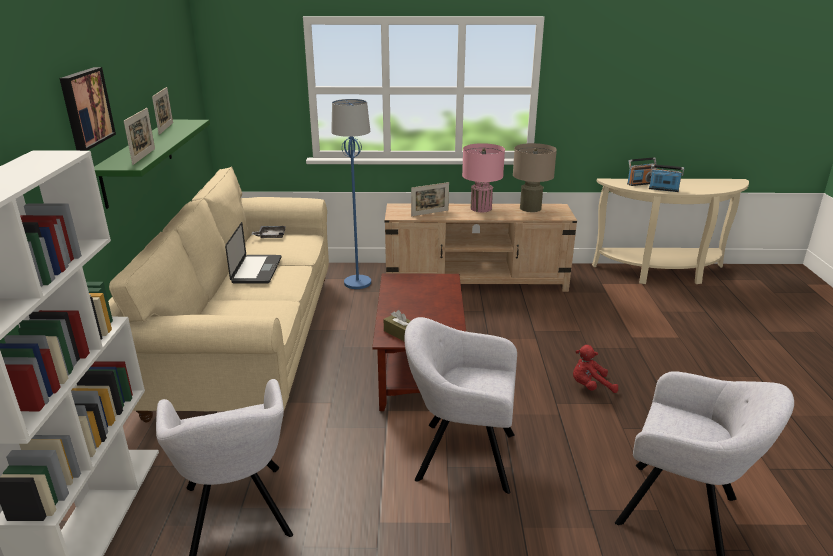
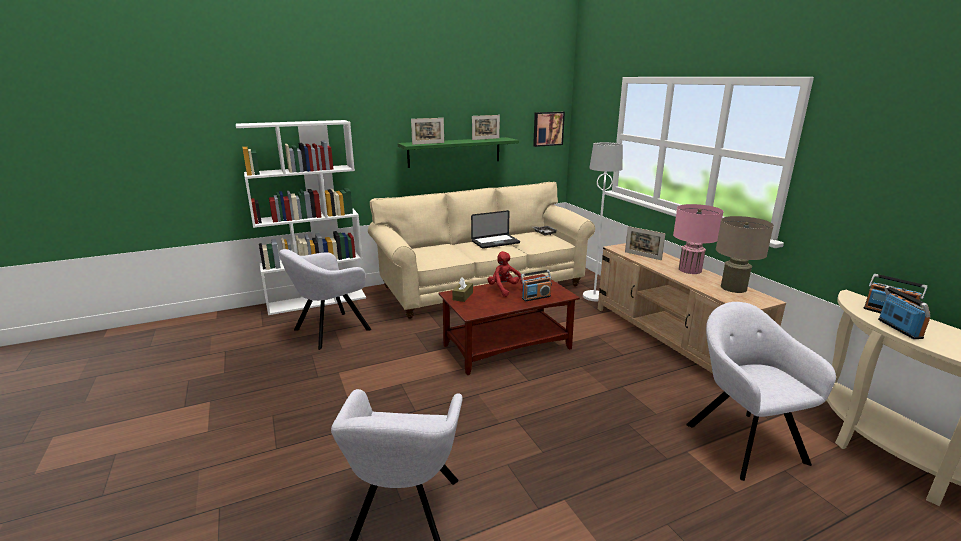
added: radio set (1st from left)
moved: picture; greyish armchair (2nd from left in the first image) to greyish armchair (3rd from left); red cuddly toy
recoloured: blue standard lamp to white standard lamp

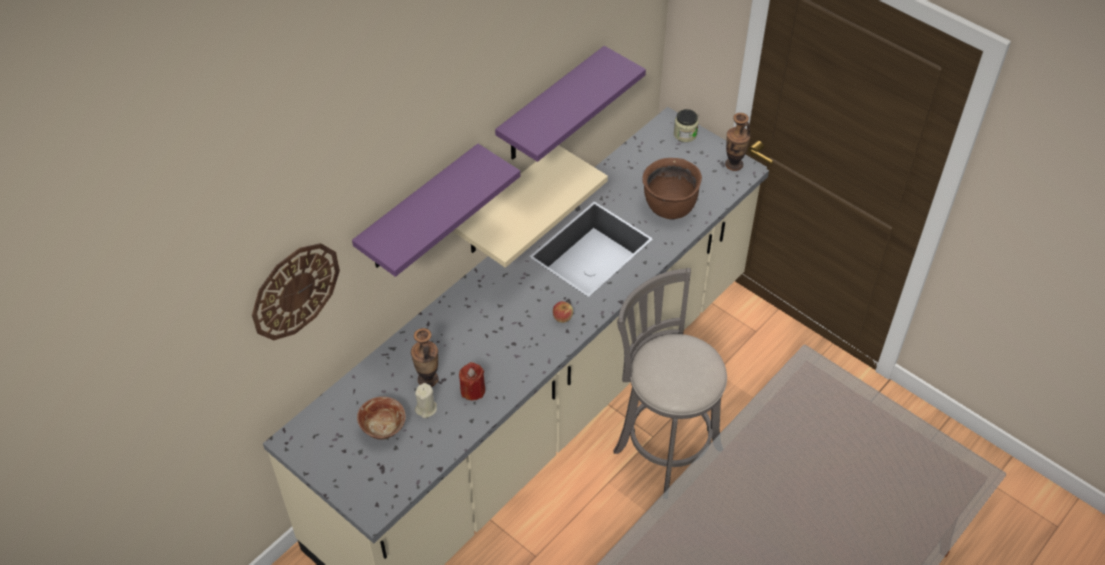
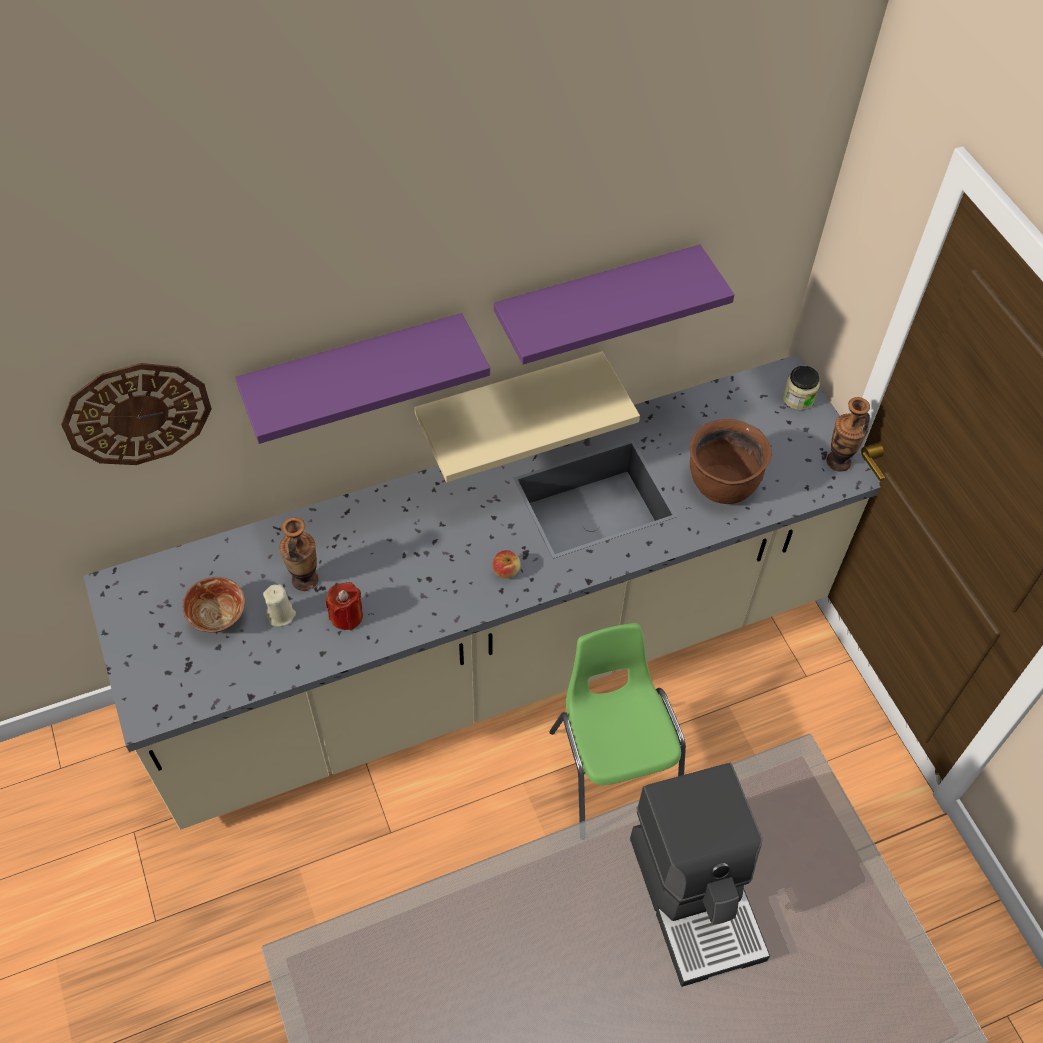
added: coffee machine
replaced: greyish stool seat to green plain chair

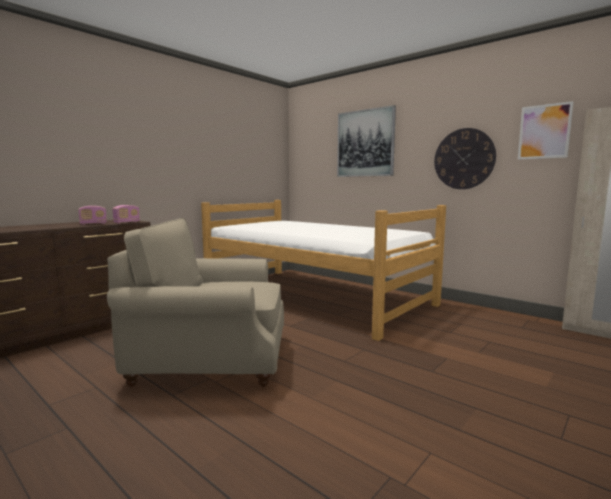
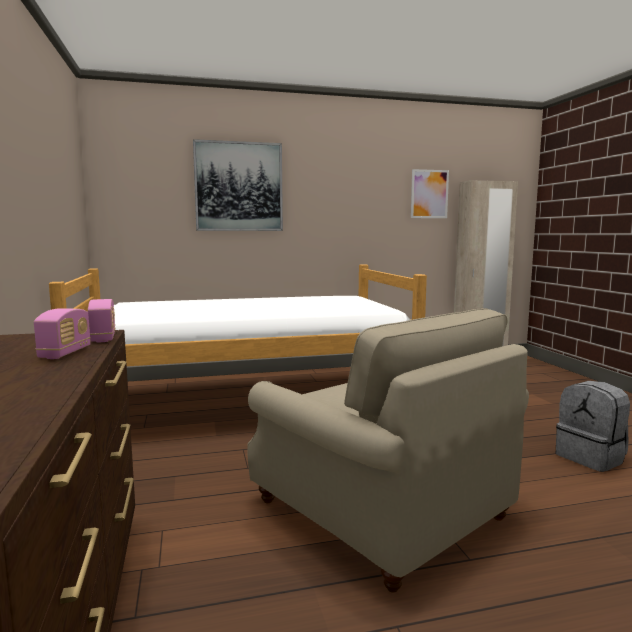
removed: hanging clock
added: greyish rucksack
turned: sand-coloured armchair 75 degrees counterclockwise

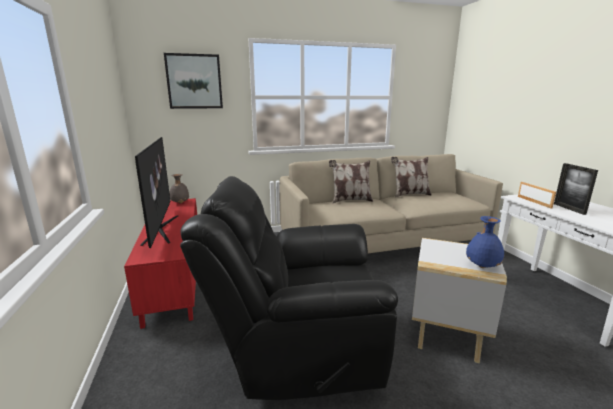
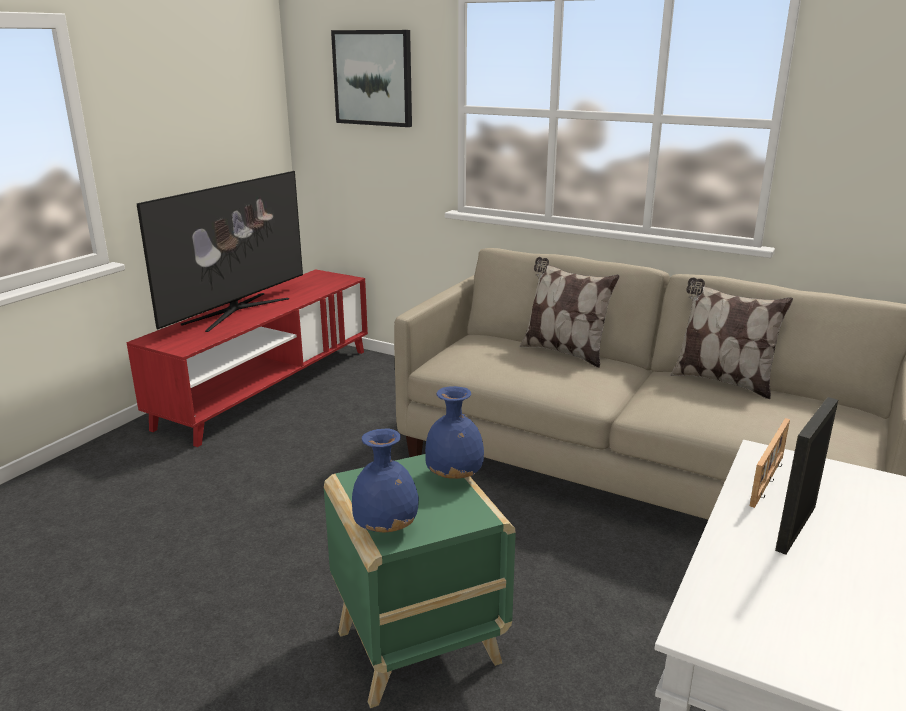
removed: greyish flower vase; black armchair
added: blue flower vase (2nd from left)
recoloured: white side table to green side table

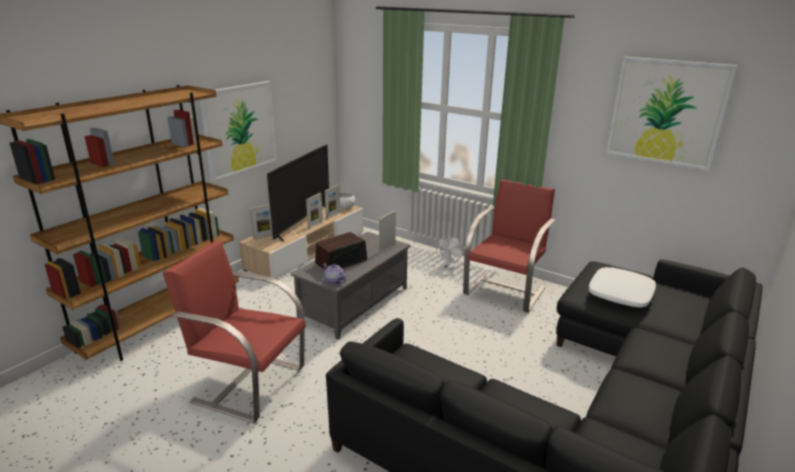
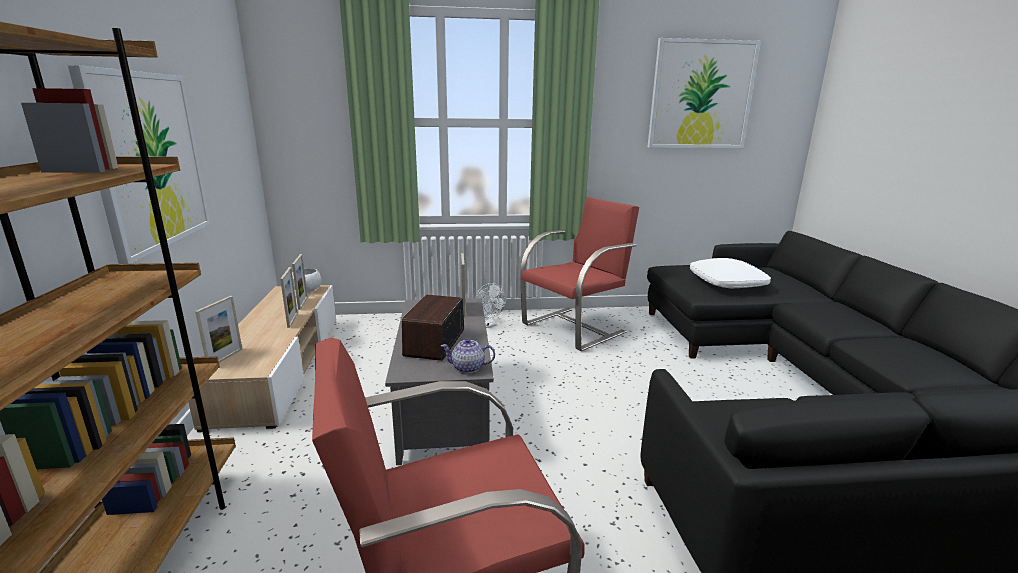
removed: television
turned: red armchair (2nd from left) 60 degrees clockwise

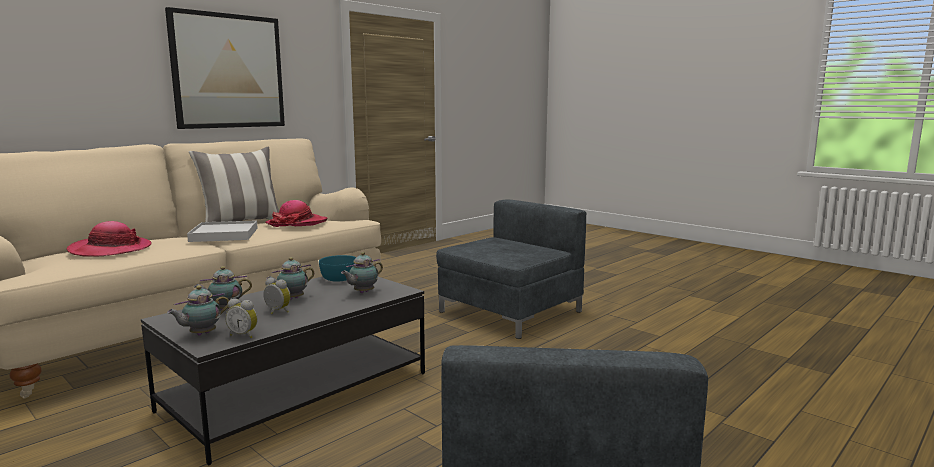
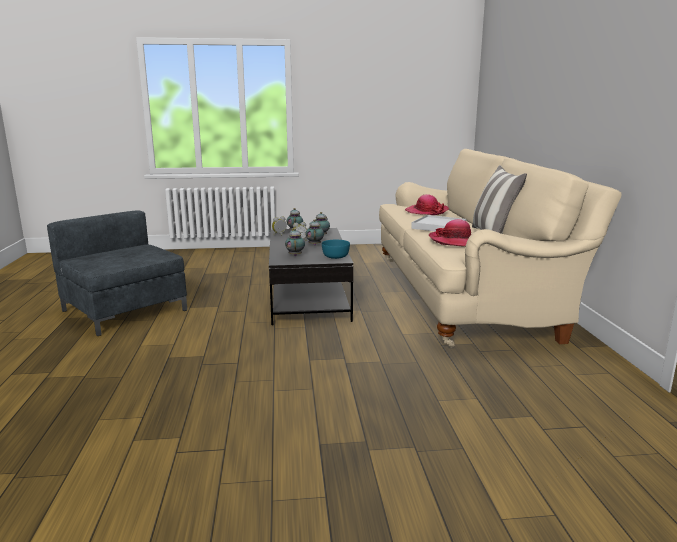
removed: picture; greyish armchair (1st from left)

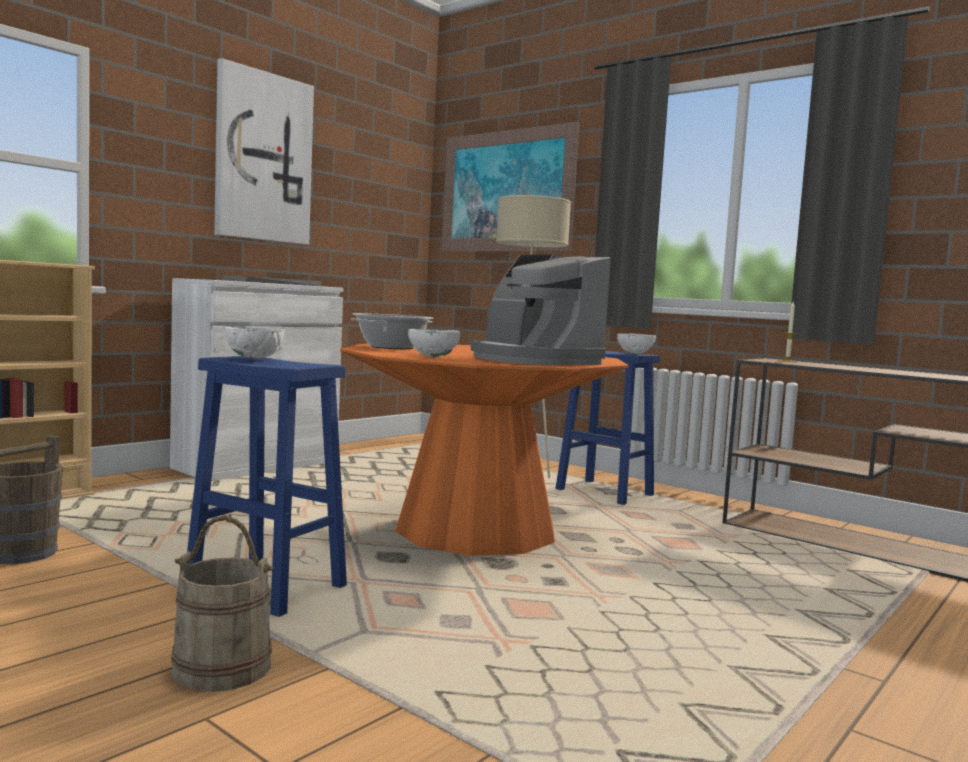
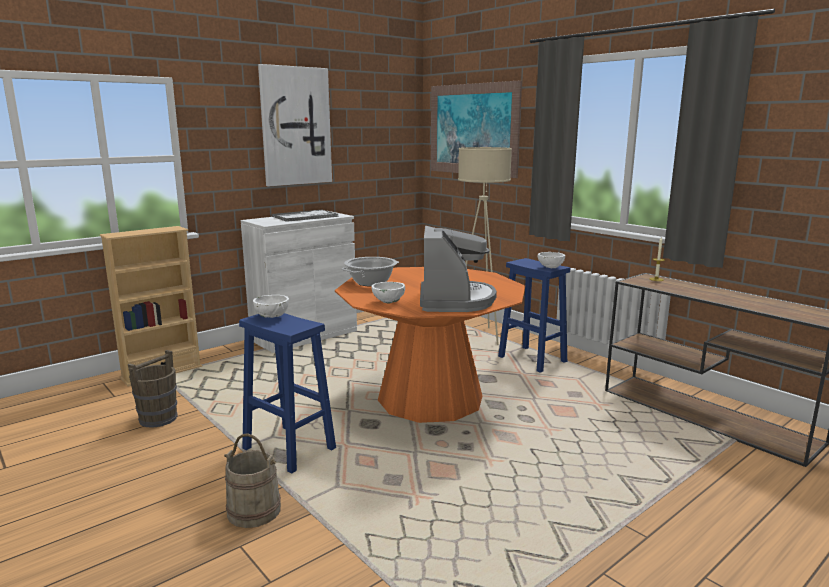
turned: coffee machine 150 degrees counterclockwise

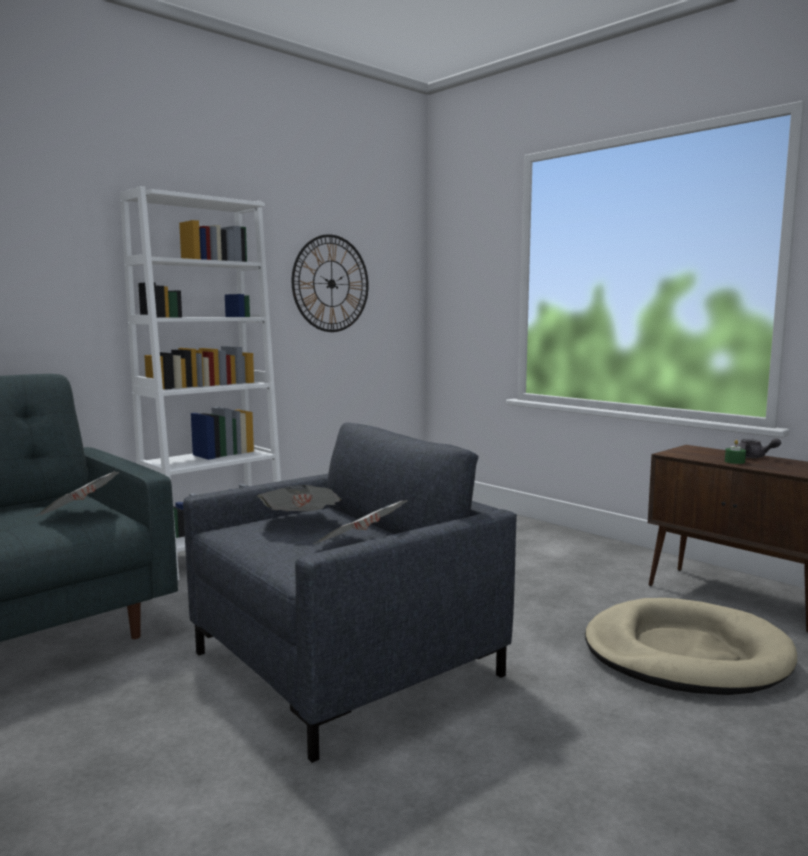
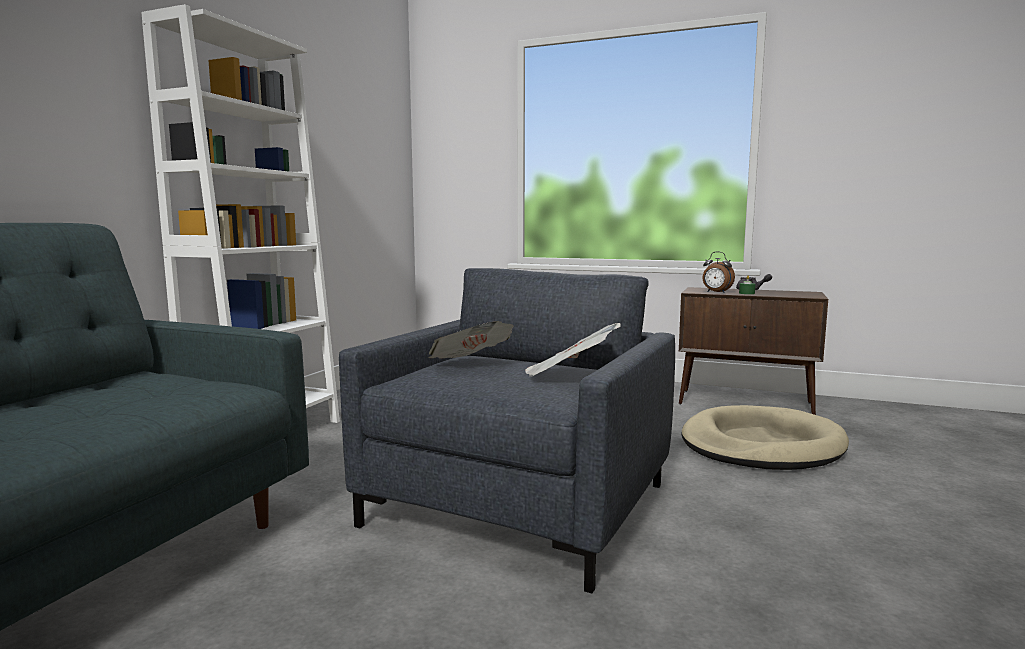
removed: newspaper (1st from left); hanging clock
added: bedside clock

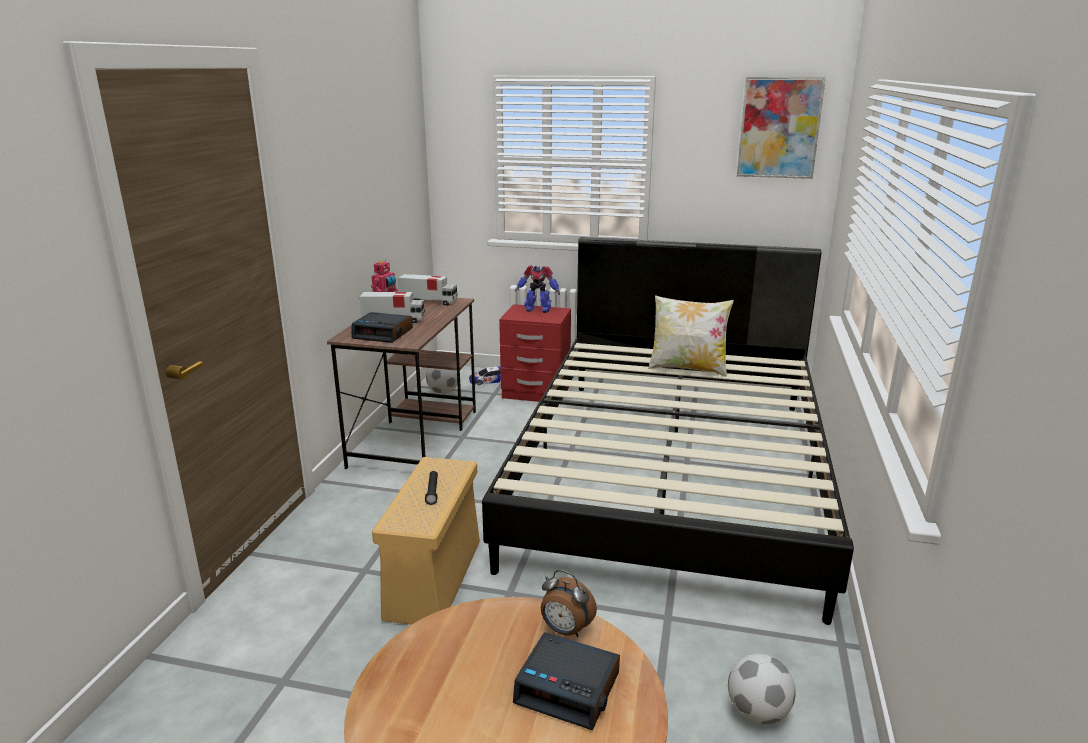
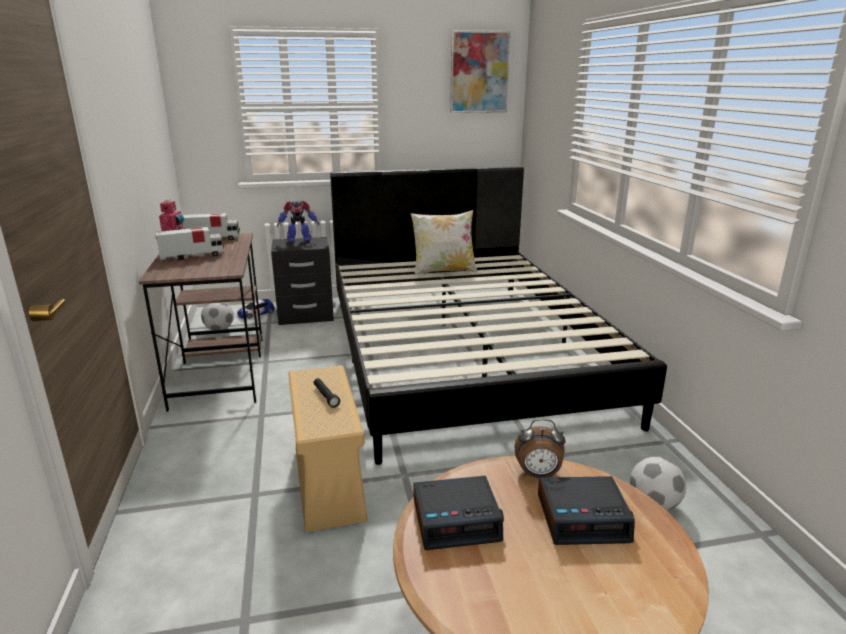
moved: bedside clock (1st from left)
recoloured: red night table to black night table

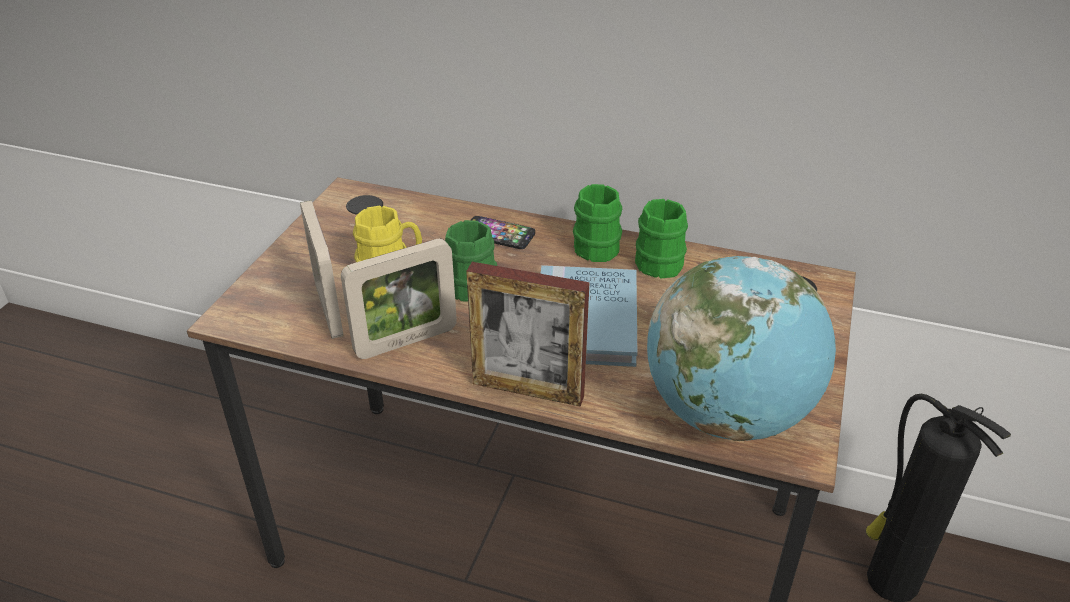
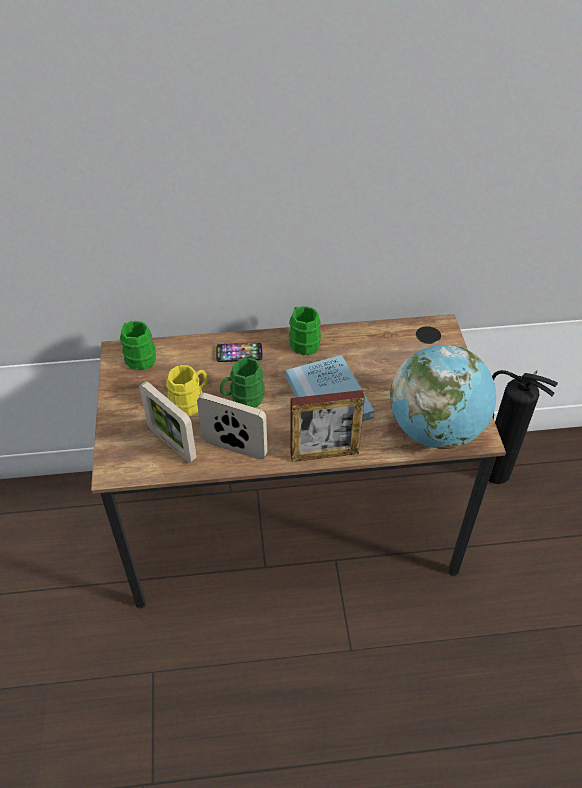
moved: green mug (3rd from left in the first image) to green mug (1st from left)
turned: picture frame (2nd from left) 105 degrees counterclockwise

